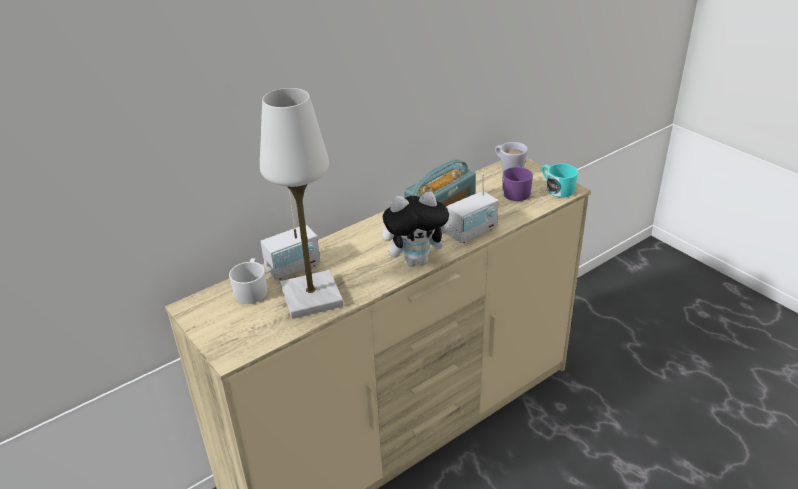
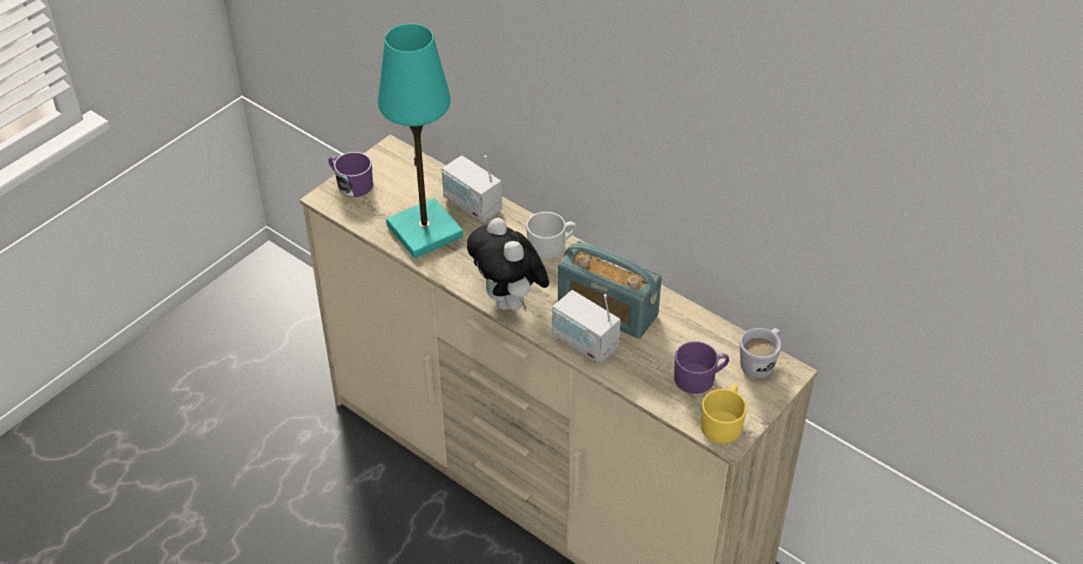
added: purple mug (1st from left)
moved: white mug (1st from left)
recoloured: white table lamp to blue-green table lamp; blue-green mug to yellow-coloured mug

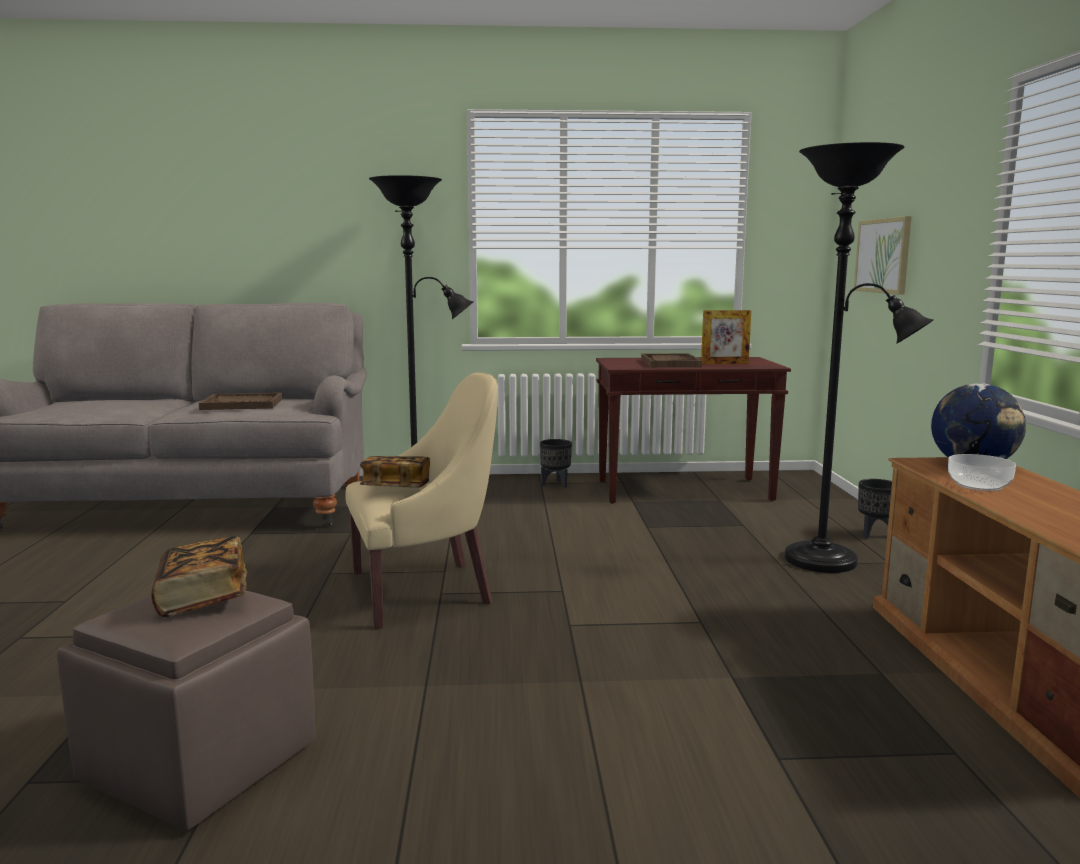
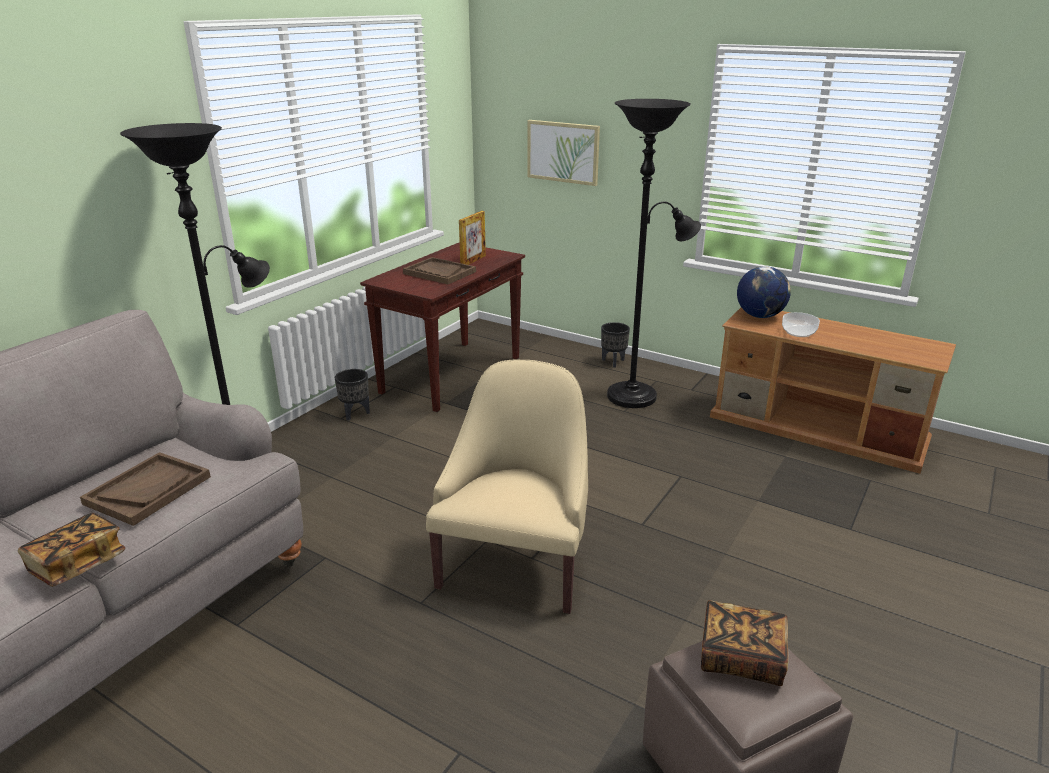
moved: book (2nd from left in the first image) to book (1st from left)

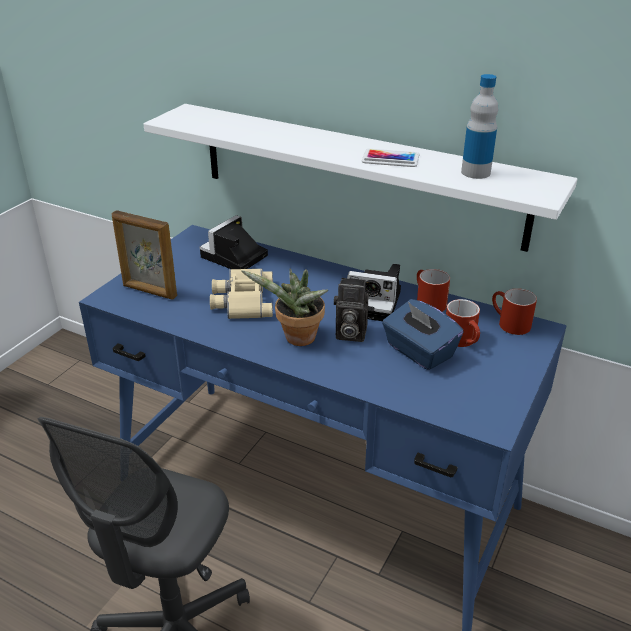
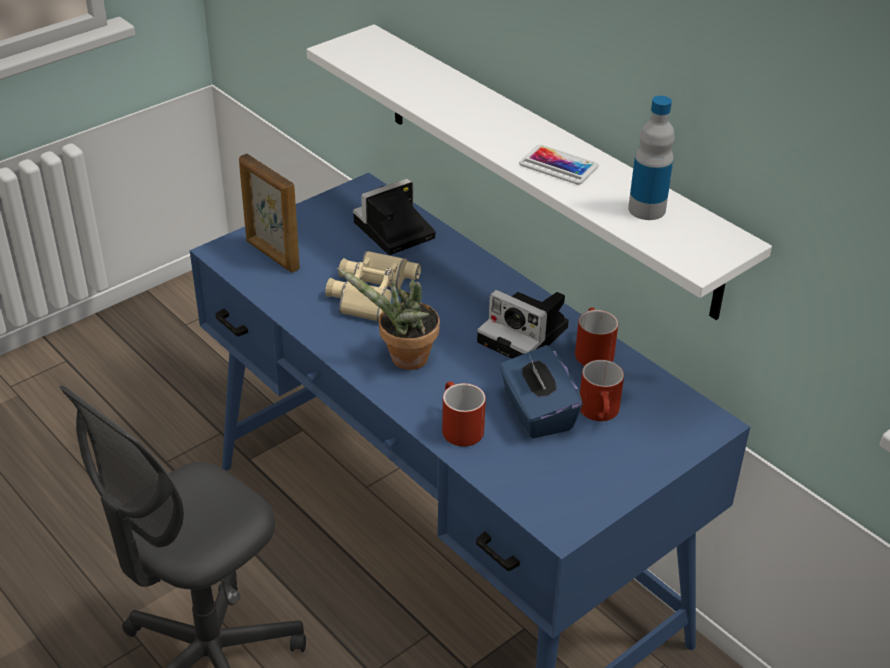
removed: still camera (2nd from left)
moved: red mug (3rd from left in the first image) to red mug (1st from left)

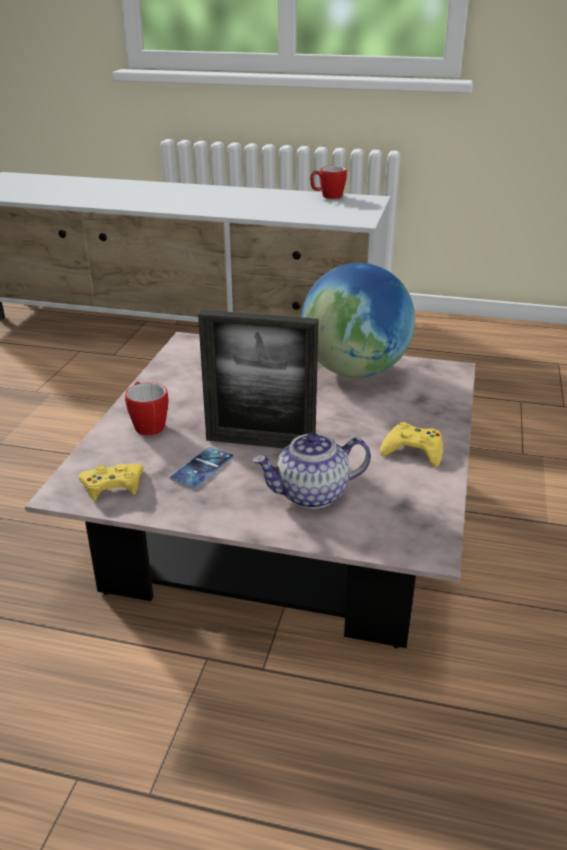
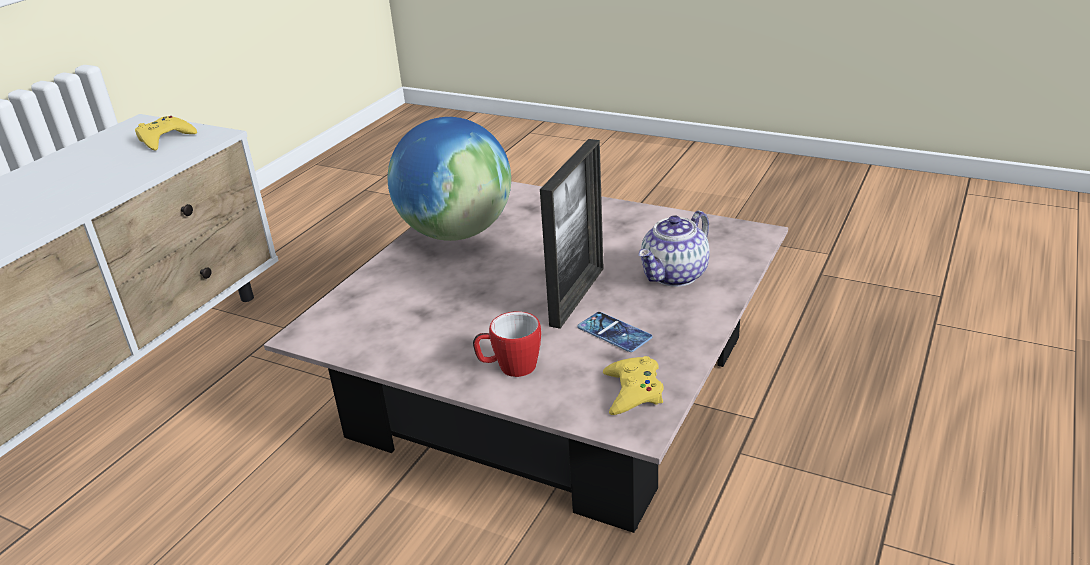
removed: mug (2nd from left)
moved: yellow-coloured gamepad (2nd from left in the first image) to yellow-coloured gamepad (1st from left)
turned: tea pot 45 degrees clockwise

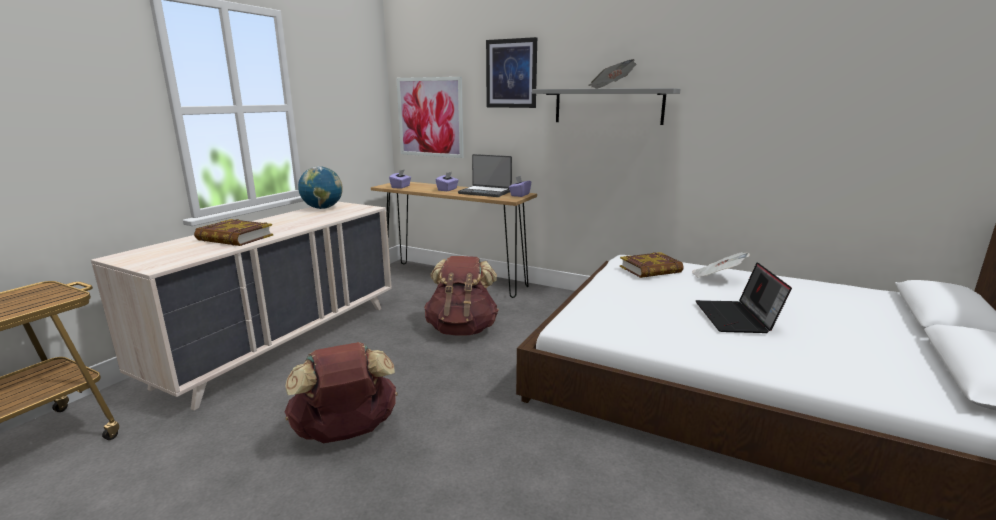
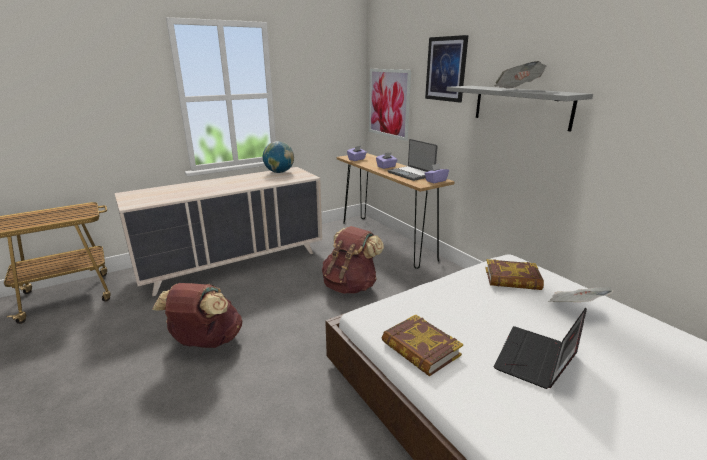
moved: book (1st from left)

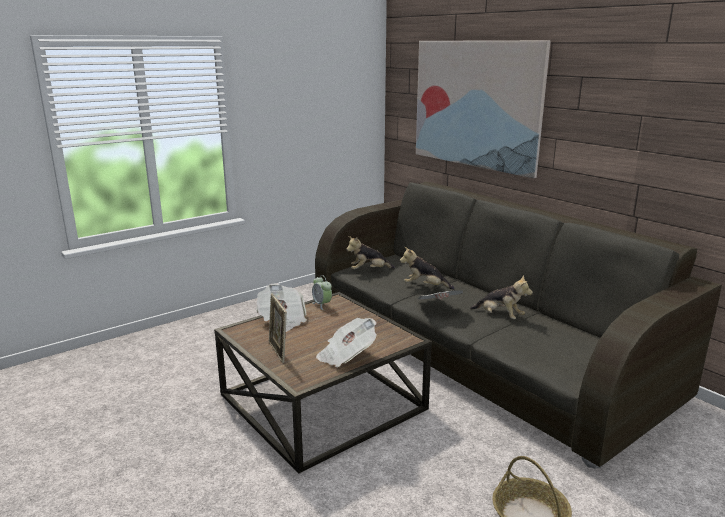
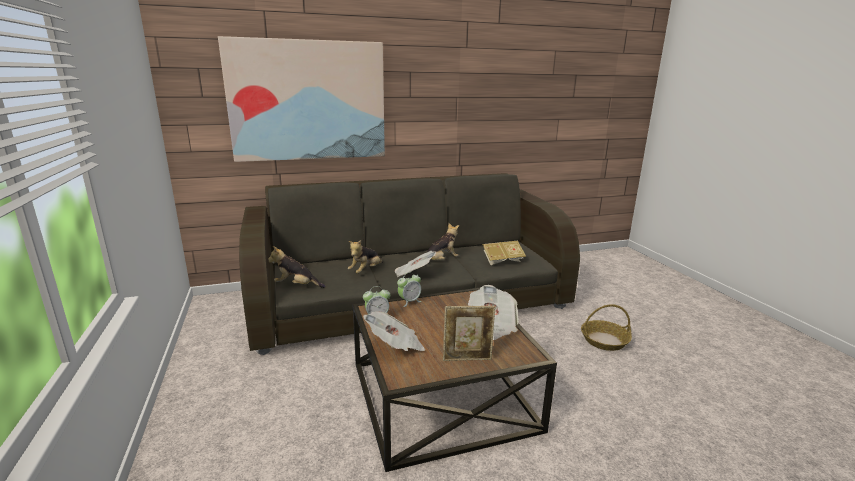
added: bedside clock (2nd from left); book
turned: cuddly toy (1st from left) 90 degrees clockwise

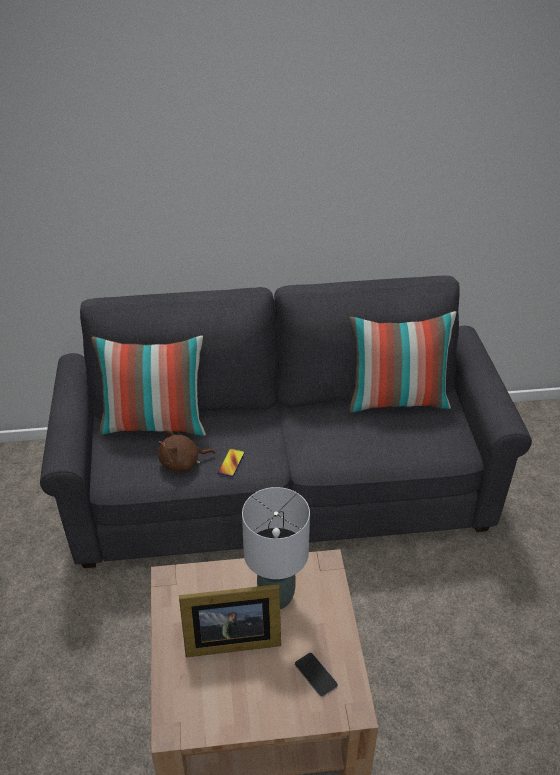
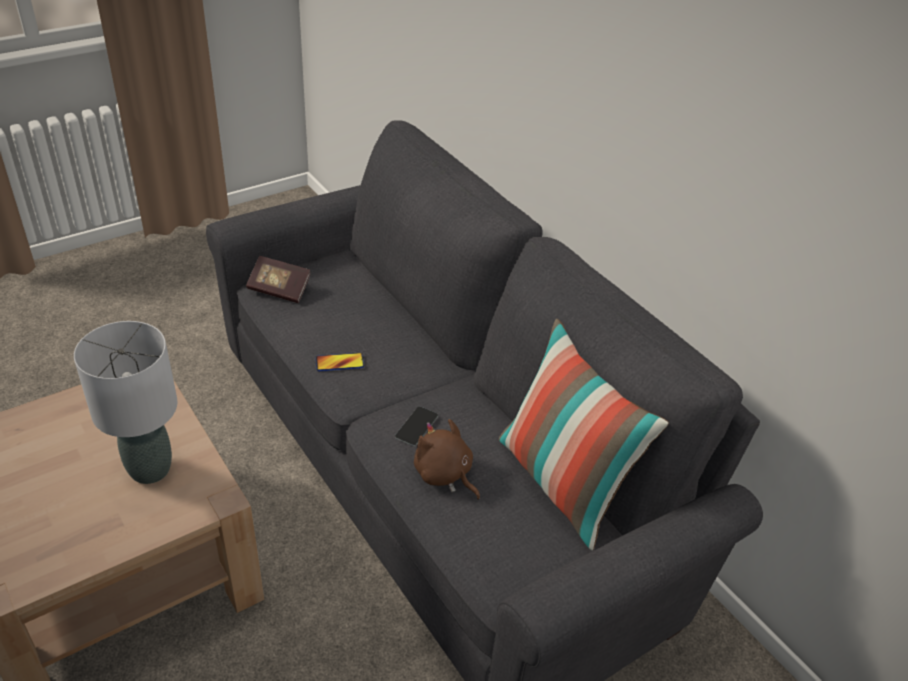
removed: cushion (1st from left); picture frame
added: book
moved: brown cuddly toy; phone (2nd from left)

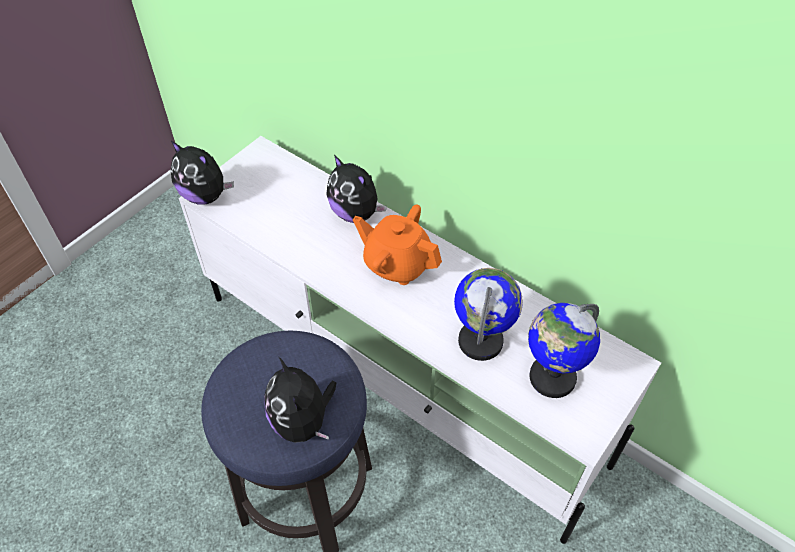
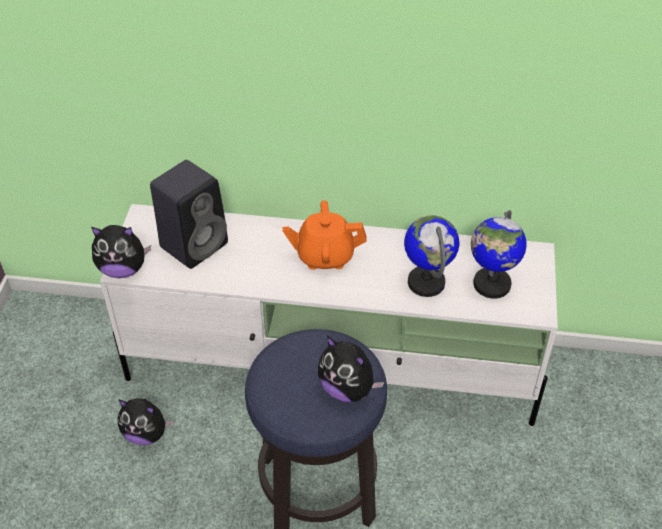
added: black loudspeaker
moved: cuddly toy (3rd from left in the first image) to cuddly toy (2nd from left)

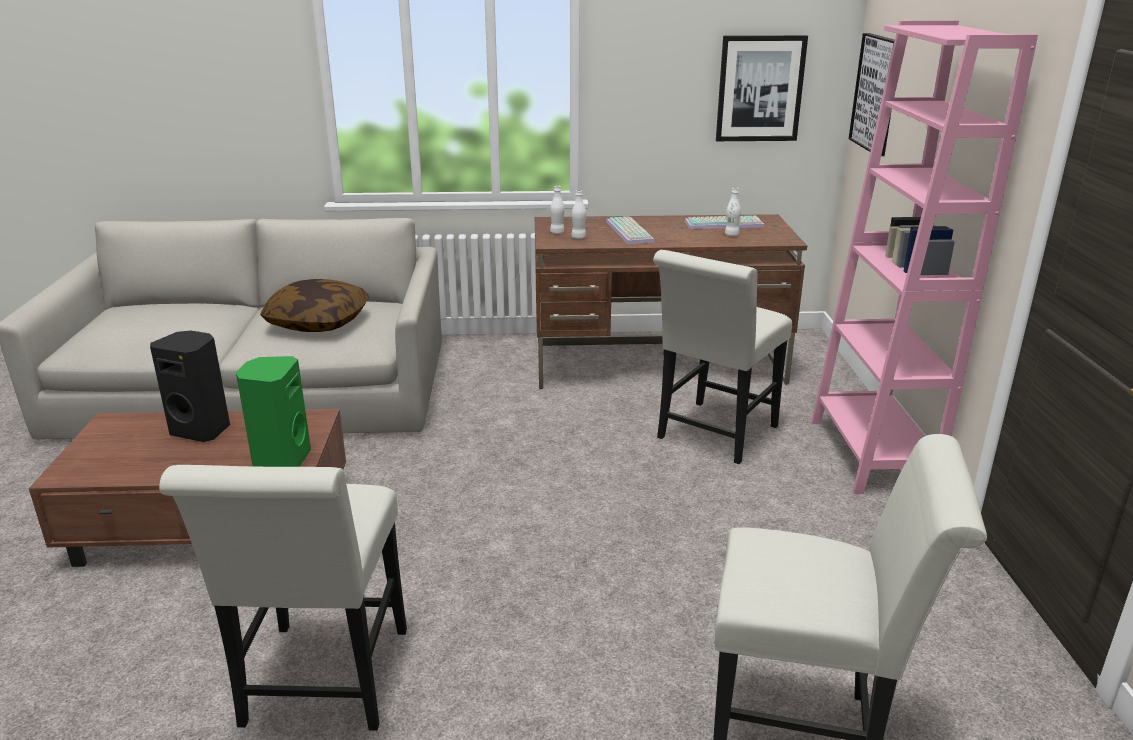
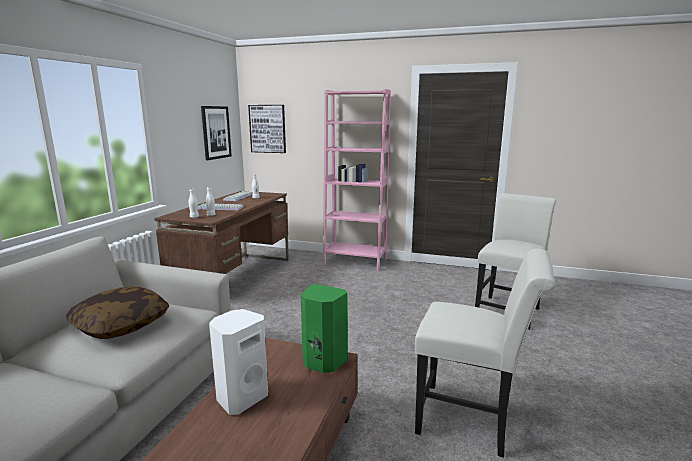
removed: white plain chair (2nd from left)
recoloured: black loudspeaker to white loudspeaker

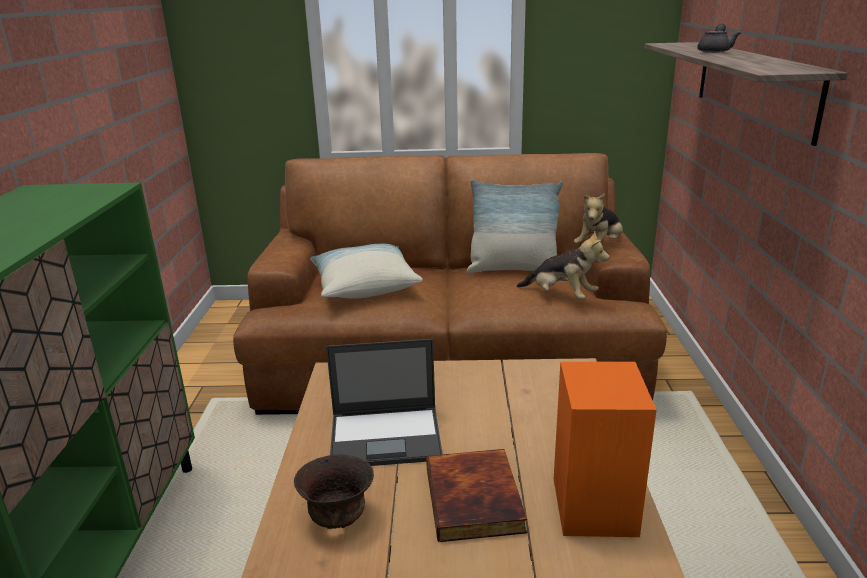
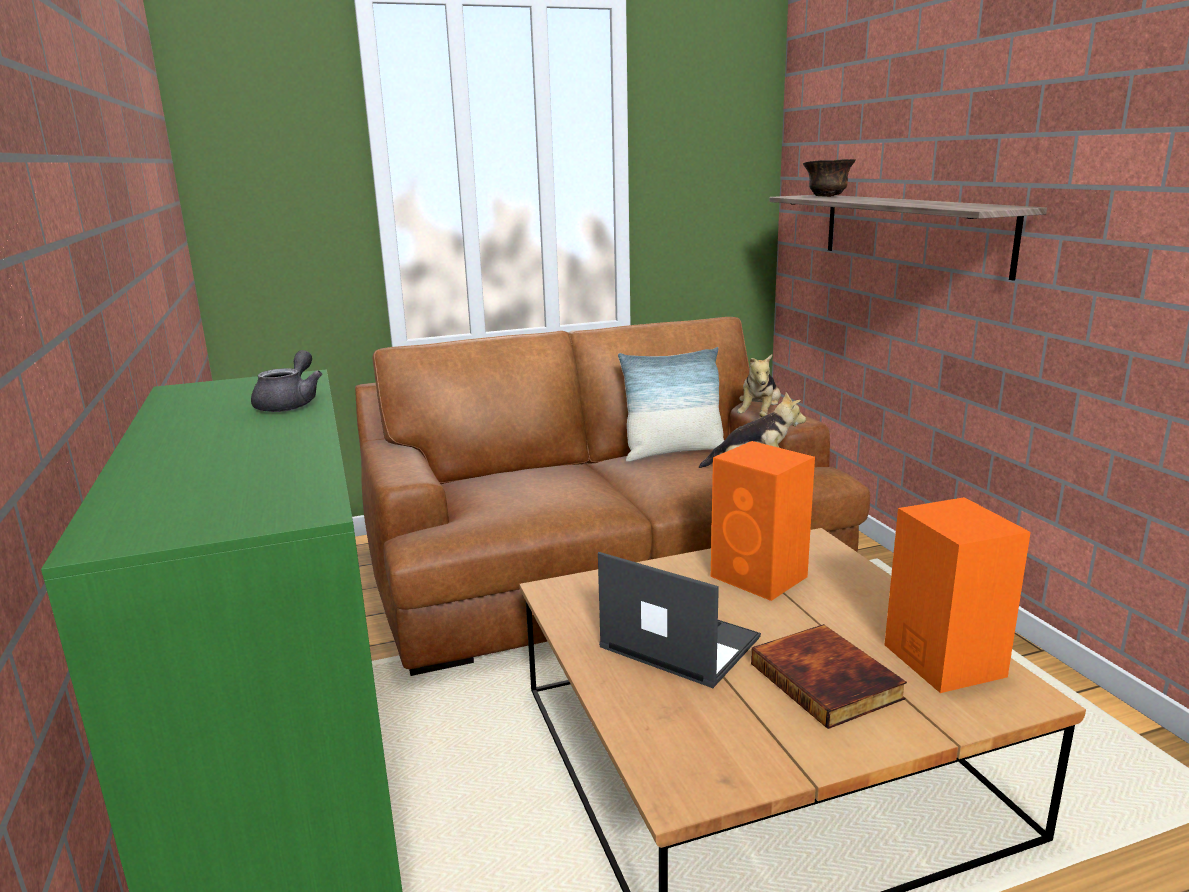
removed: cushion (1st from left)
added: orangey loudspeaker (1st from left)
moved: brown bowl; greyish tea pot
turned: notebook computer 120 degrees counterclockwise

